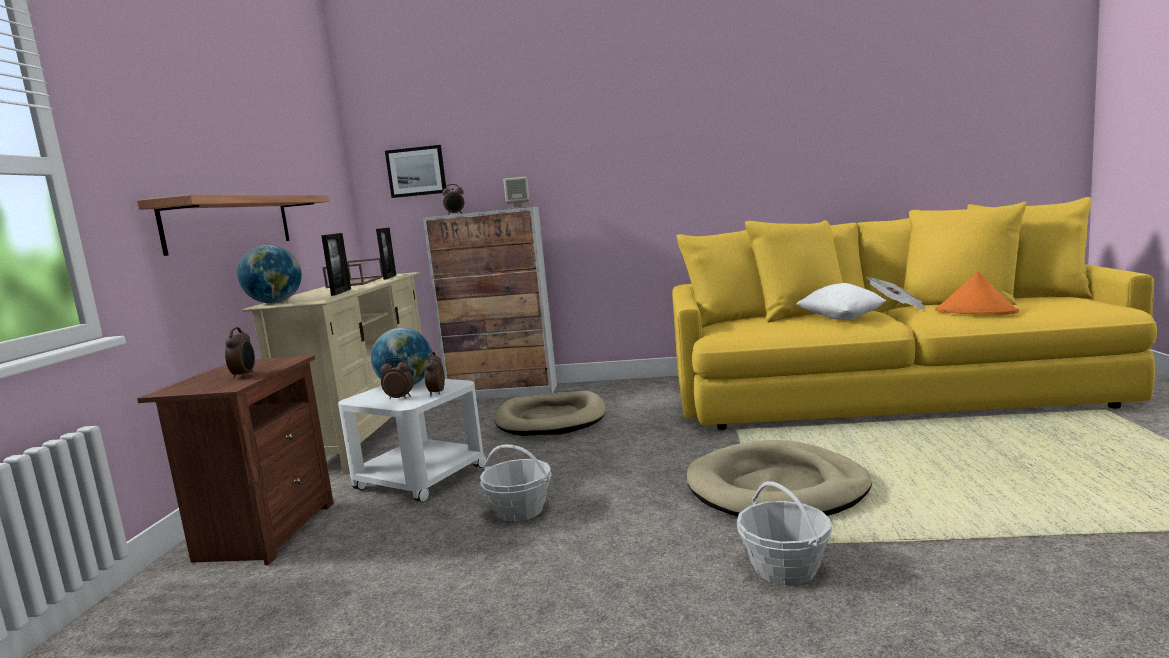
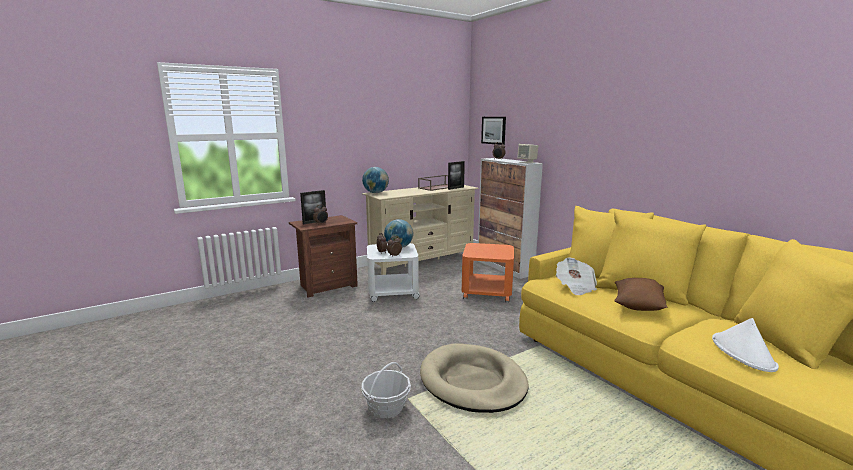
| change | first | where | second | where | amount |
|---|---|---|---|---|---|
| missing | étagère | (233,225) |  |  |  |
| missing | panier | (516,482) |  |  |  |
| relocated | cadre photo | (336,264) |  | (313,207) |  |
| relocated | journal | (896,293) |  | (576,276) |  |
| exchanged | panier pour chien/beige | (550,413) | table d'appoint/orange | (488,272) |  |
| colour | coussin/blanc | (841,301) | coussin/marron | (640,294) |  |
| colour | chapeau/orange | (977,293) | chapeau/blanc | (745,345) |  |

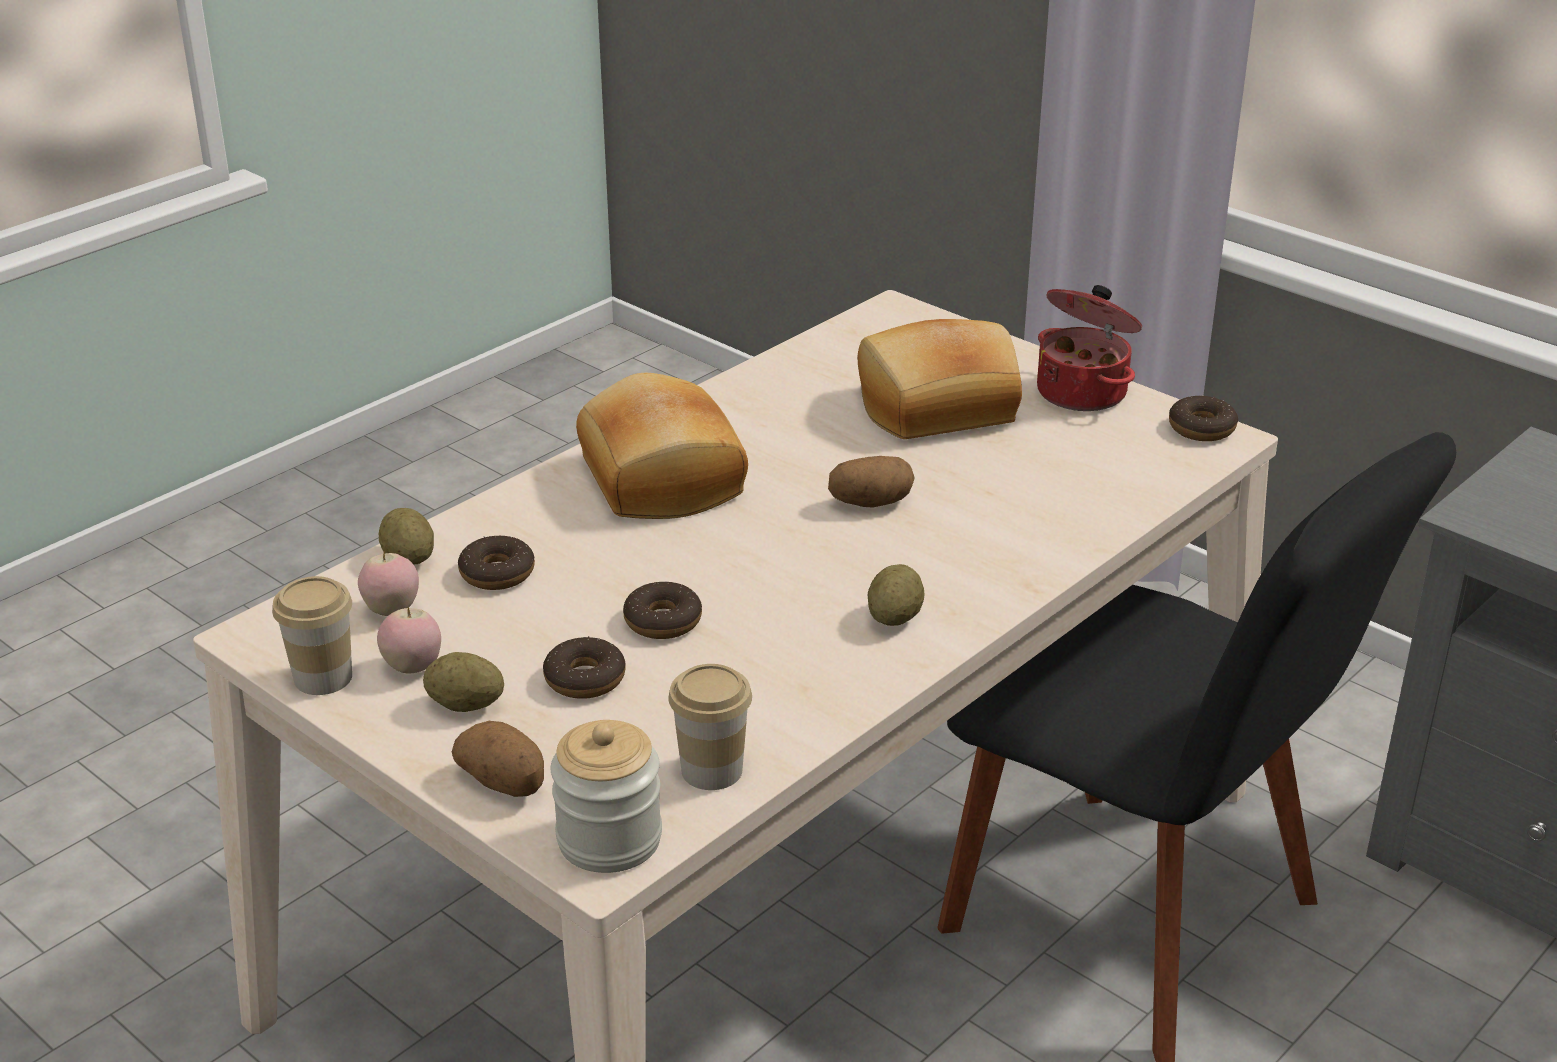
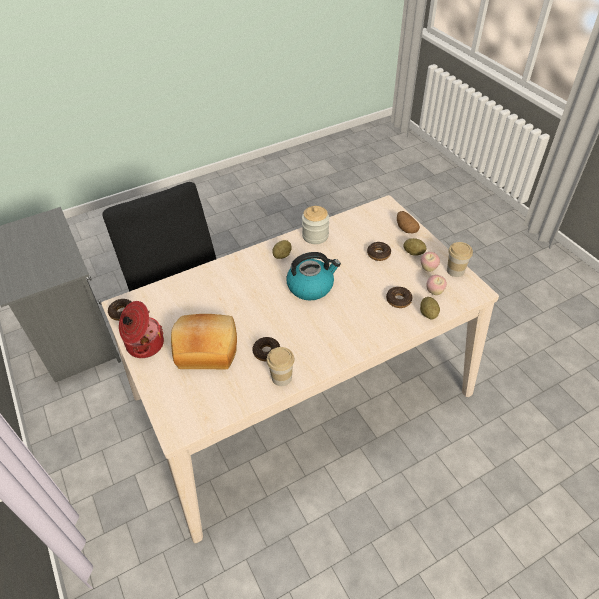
| change | first | where | second | where | amount |
|---|---|---|---|---|---|
| missing | pain | (662,446) |  |  |  |
| missing | pomme de terre | (871,481) |  |  |  |
| appeared |  |  | bouilloire | (313,276) |  |
| relocated | bocal | (606,796) |  | (315,225) |  |
| relocated | beignet | (662,610) |  | (266,349) |  |
| relocated | tasse | (710,727) |  | (280,366) |  |

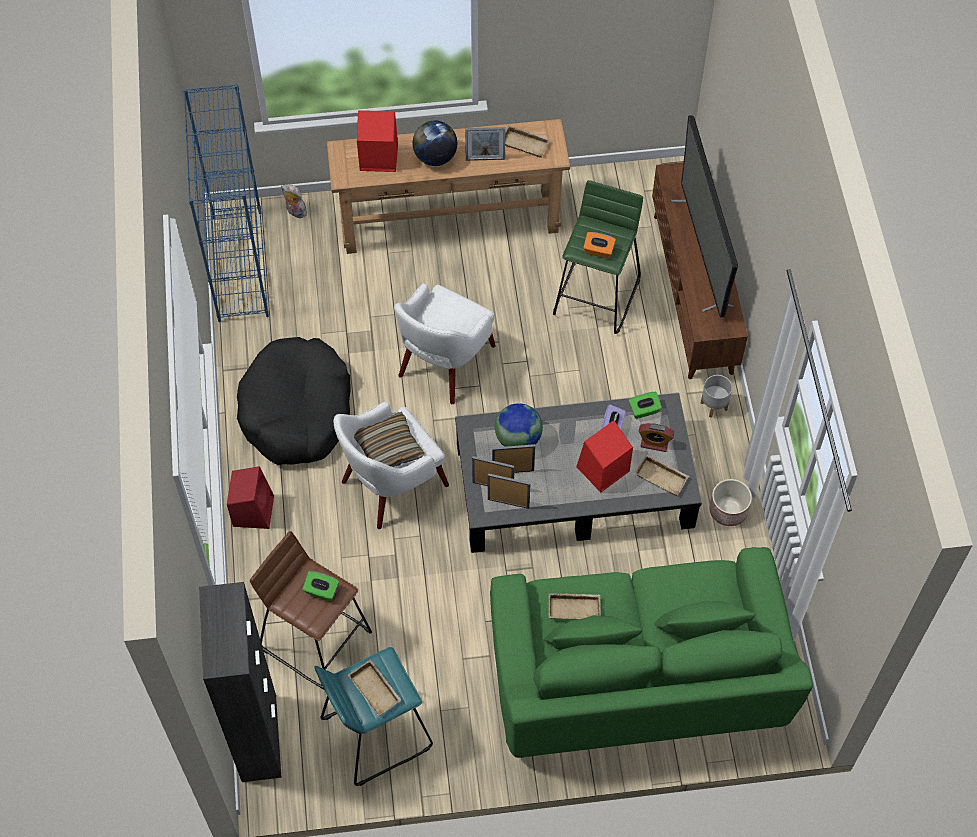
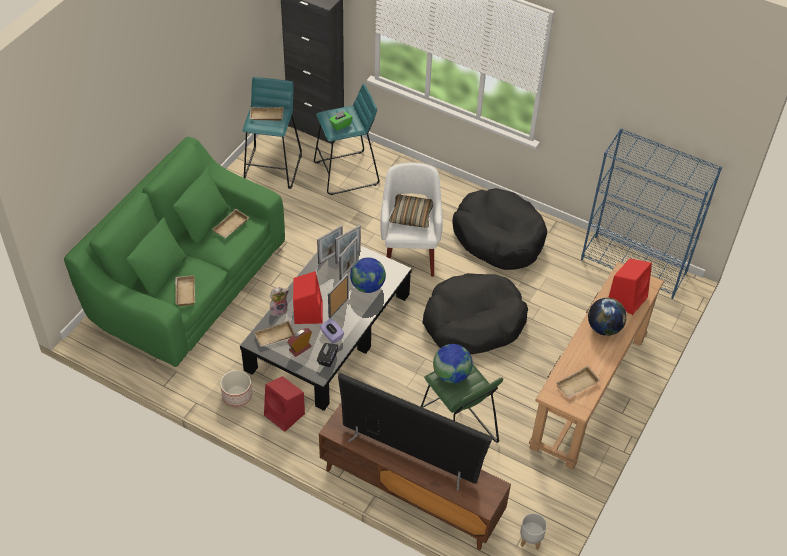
| change | first | where | second | where | amount |
|---|---|---|---|---|---|
| appeared |  |  | plateau/beige | (185,290) |  |
| relocated | enceinte/rouge | (250,497) |  | (284,404) |  |
| relocated | peluche | (294,201) |  | (279,301) |  |
| relocated | cadre photo | (485,144) |  | (338,296) |  |
| relocated | cache-pot/gris | (716,396) |  | (533,531) |  |
| exchanged | fauteuil/blanc | (445,343) | panier pour chien/noir | (475,313) |  |
| exchanged | boîte à mouchoirs/orange | (599,245) | globe | (453,363) |  |
| colour | tabouret/marron | (311,610) | tabouret/turquoise | (346,139) |  |
| colour | boîte à mouchoirs/vert | (645,405) | boîte à mouchoirs/noir | (327,355) |  |

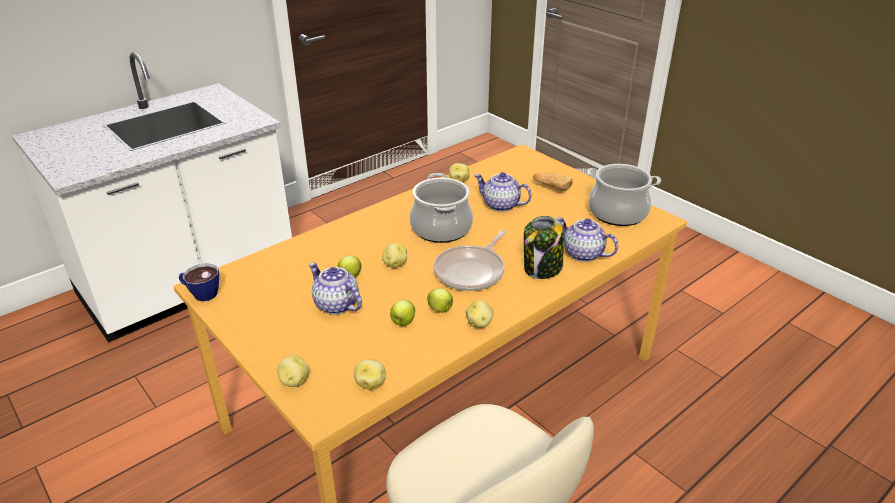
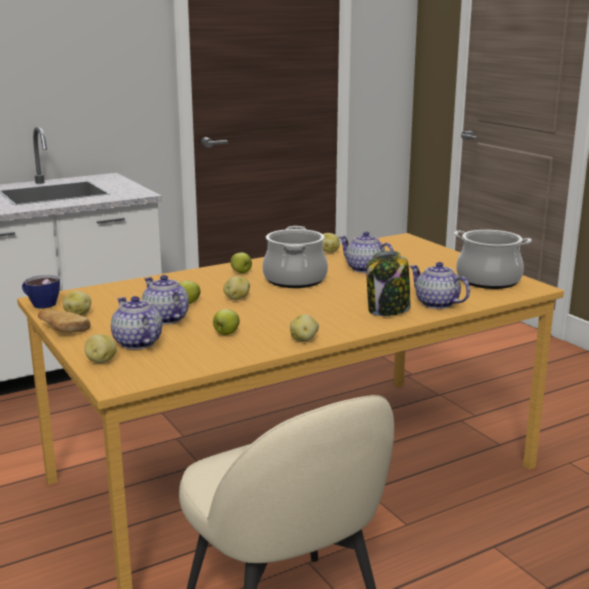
| change | first | where | second | where | amount |
|---|---|---|---|---|---|
| missing | poêle | (470,260) |  |  |  |
| appeared |  |  | théière | (136,323) |  |
| relocated | pomme de terre | (369,374) |  | (77,303) |  |
| relocated | pomme | (440,300) |  | (241,263) |  |
| relocated | pain | (552,182) |  | (64,321) |  |

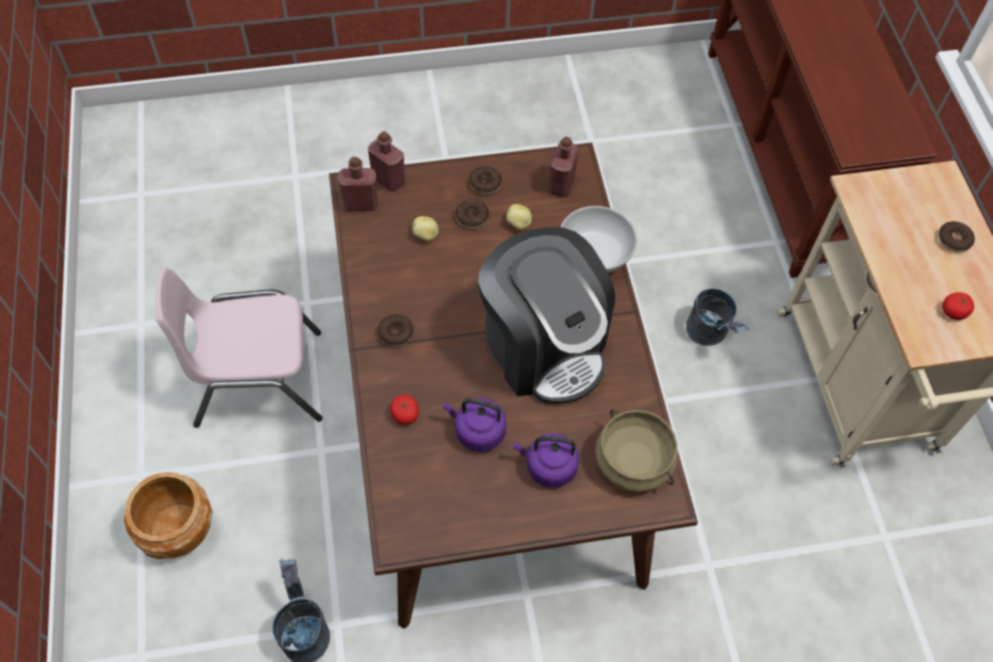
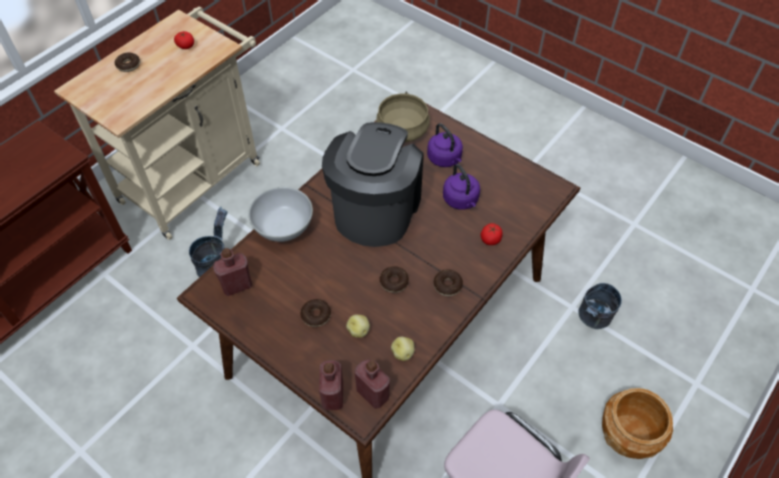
| change | first | where | second | where | amount |
|---|---|---|---|---|---|
| relocated | beignet | (485,180) |  | (394,279) |  |
| relocated | pomme de terre | (519,217) |  | (403,349) |  |

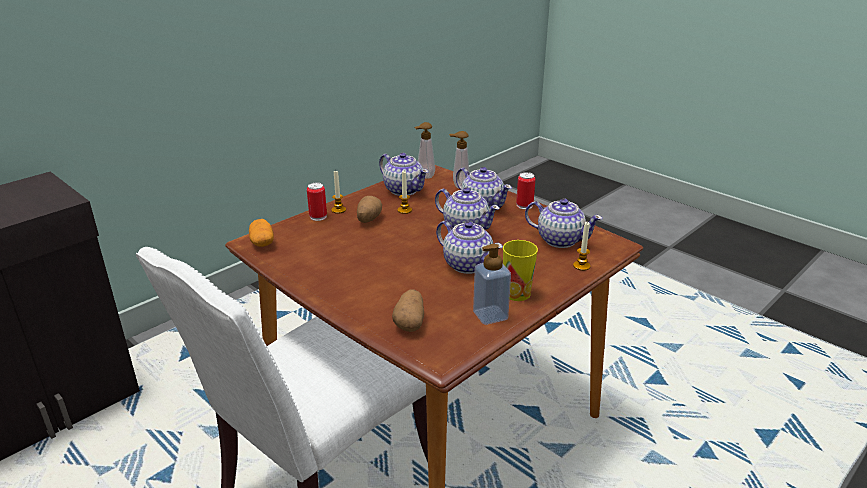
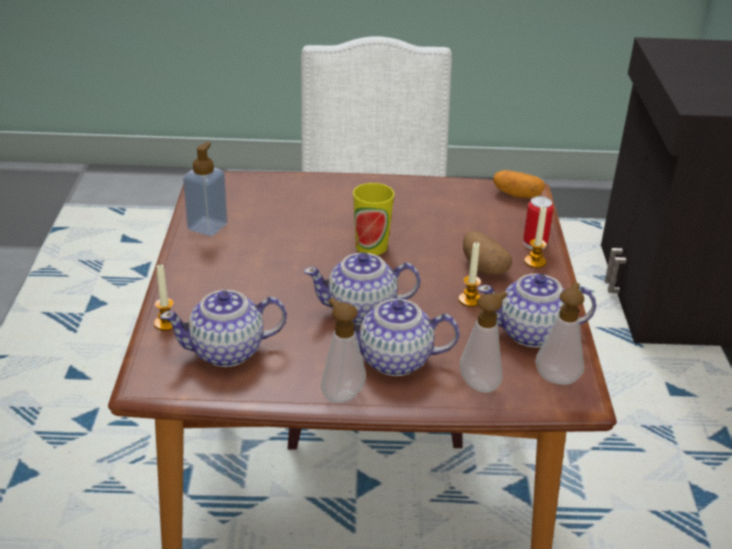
| change | first | where | second | where | amount |
|---|---|---|---|---|---|
| missing | pomme de terre | (408,310) |  |  |  |
| missing | théière | (469,247) |  |  |  |
| relocated | tasse | (520,270) |  | (373,219) |  |
| exchanged | boîte métallique | (525,190) | distributeur de savon | (343,350) |  |

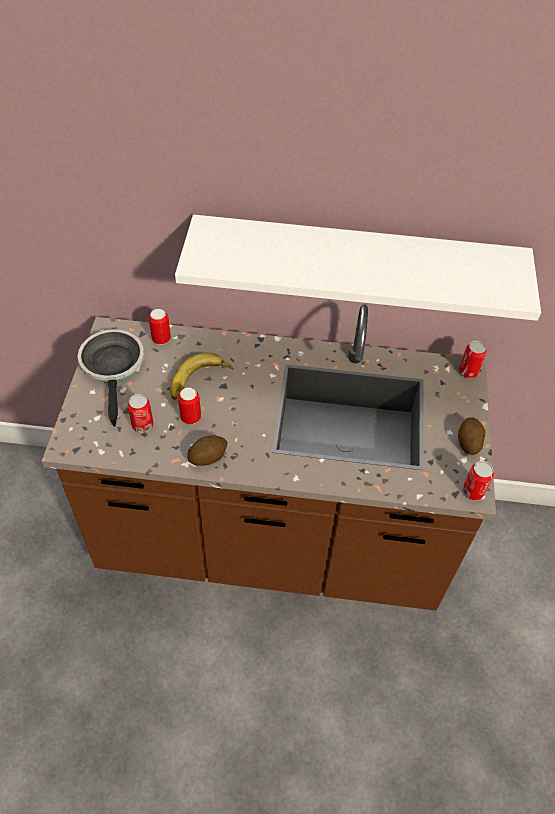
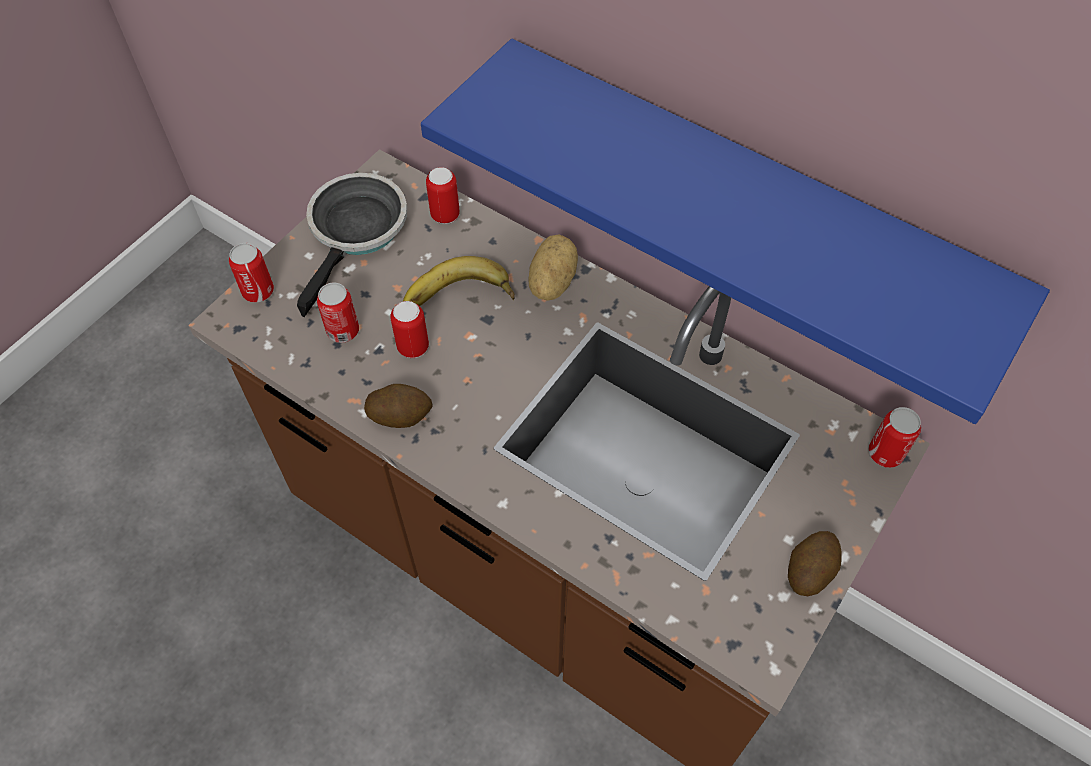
| change | first | where | second | where | amount |
|---|---|---|---|---|---|
| appeared |  |  | pomme de terre | (553,267) |  |
| relocated | boîte métallique | (478,480) |  | (251,273) |  |
| colour | étagère/blanc | (358,268) | étagère/bleu | (735,231) |  |

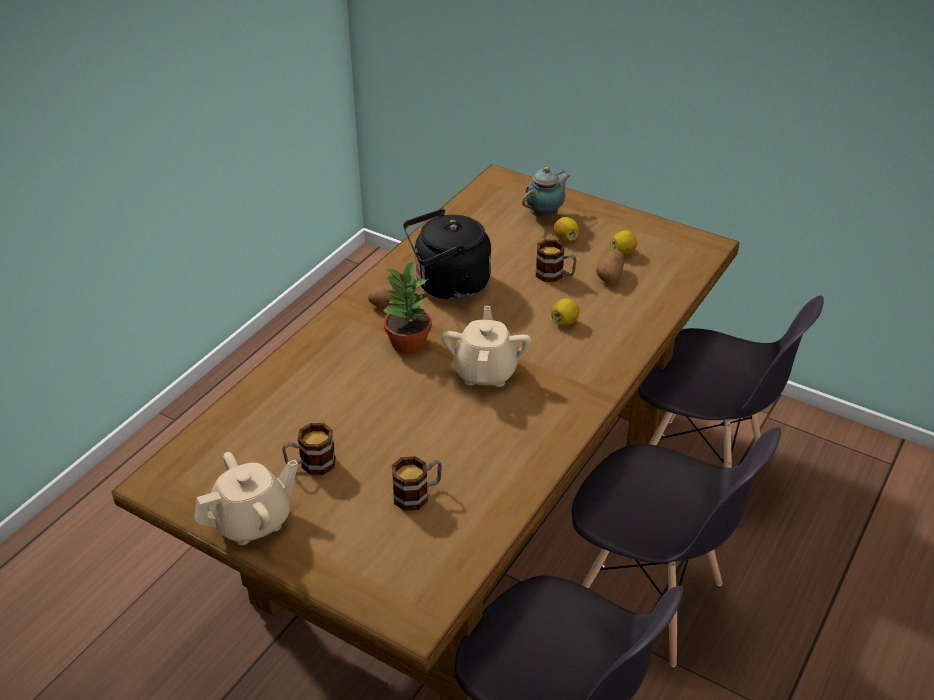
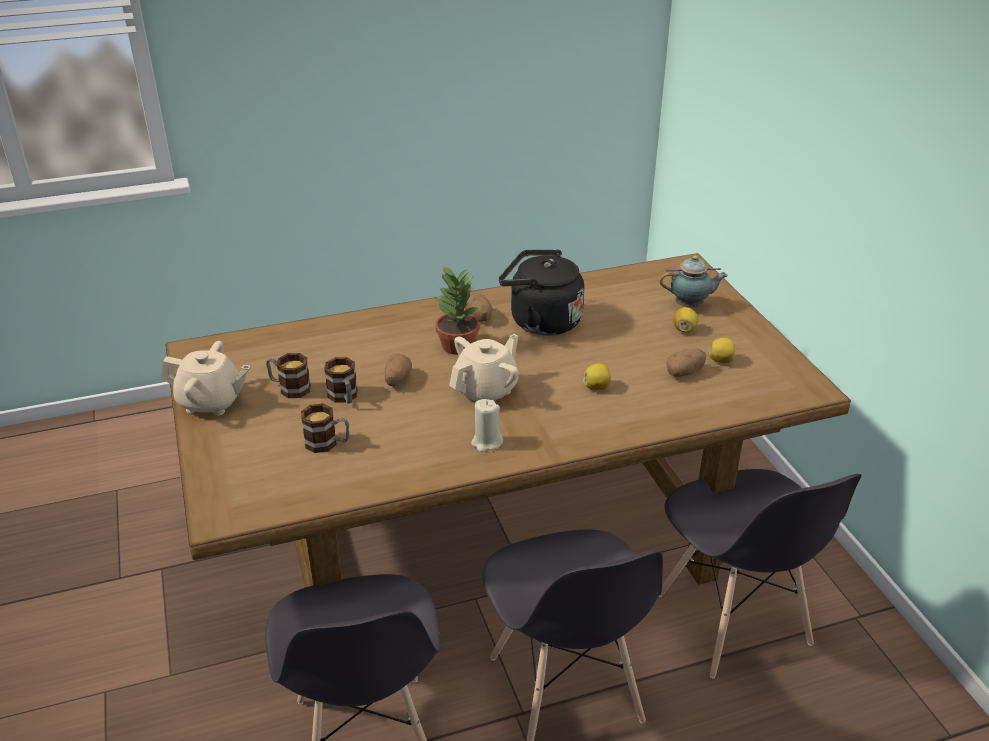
| change | first | where | second | where | amount |
|---|---|---|---|---|---|
| appeared |  |  | pomme de terre | (398,370) |  |
| appeared |  |  | bougie/beige | (487,425) |  |
| relocated | mug | (556,260) |  | (341,380) |  |

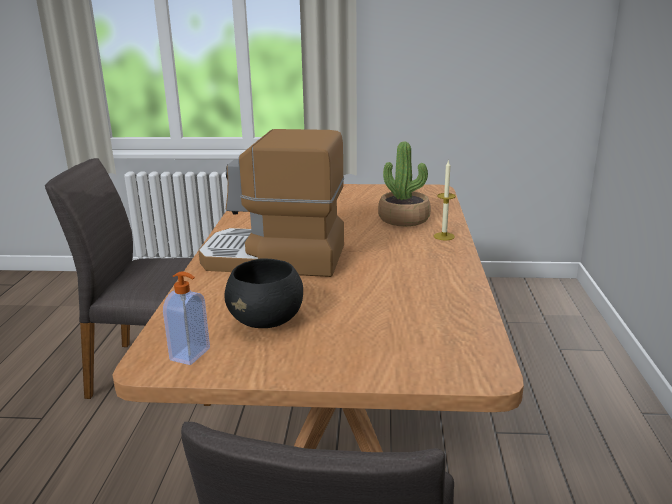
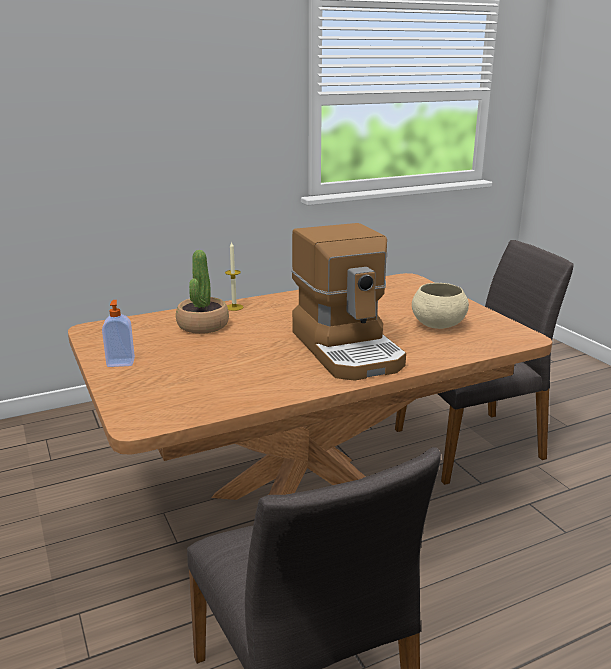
| change | first | where | second | where | amount |
|---|---|---|---|---|---|
| relocated | distributeur de savon | (186,318) |  | (118,333) |  |
| colour | bol/noir | (263,293) | bol/beige | (440,306) |  |

